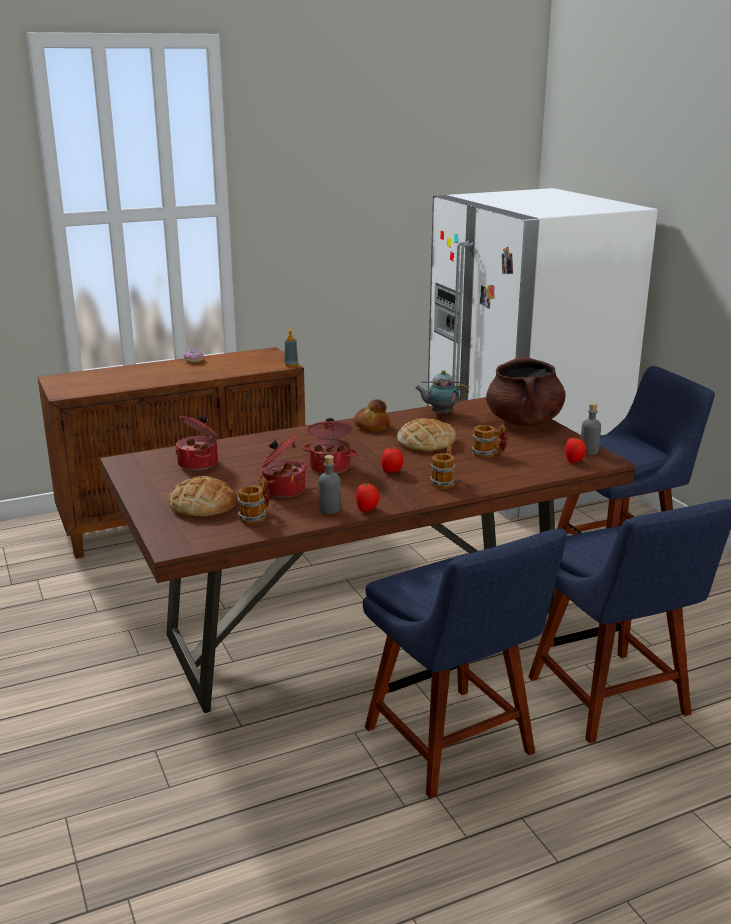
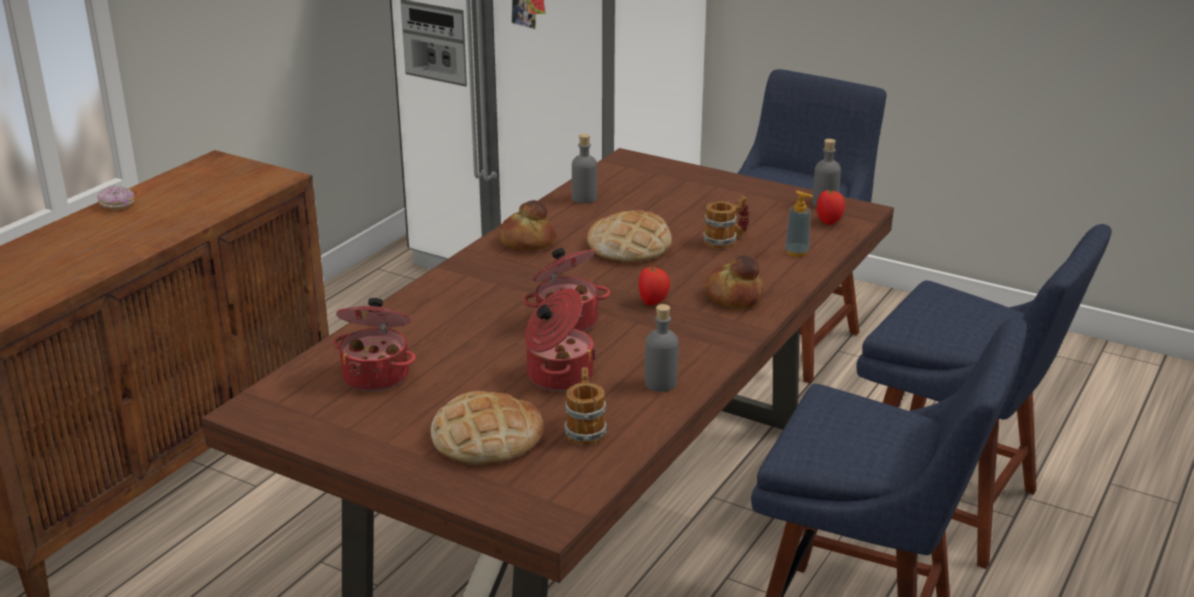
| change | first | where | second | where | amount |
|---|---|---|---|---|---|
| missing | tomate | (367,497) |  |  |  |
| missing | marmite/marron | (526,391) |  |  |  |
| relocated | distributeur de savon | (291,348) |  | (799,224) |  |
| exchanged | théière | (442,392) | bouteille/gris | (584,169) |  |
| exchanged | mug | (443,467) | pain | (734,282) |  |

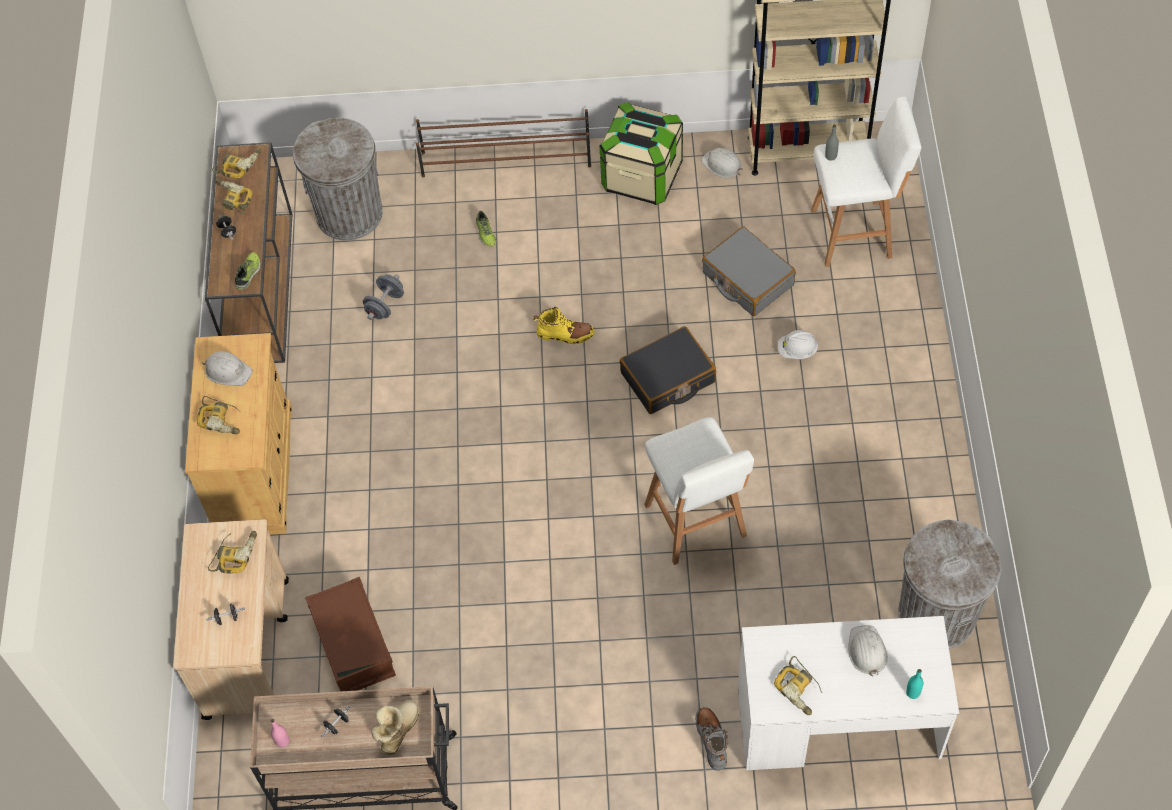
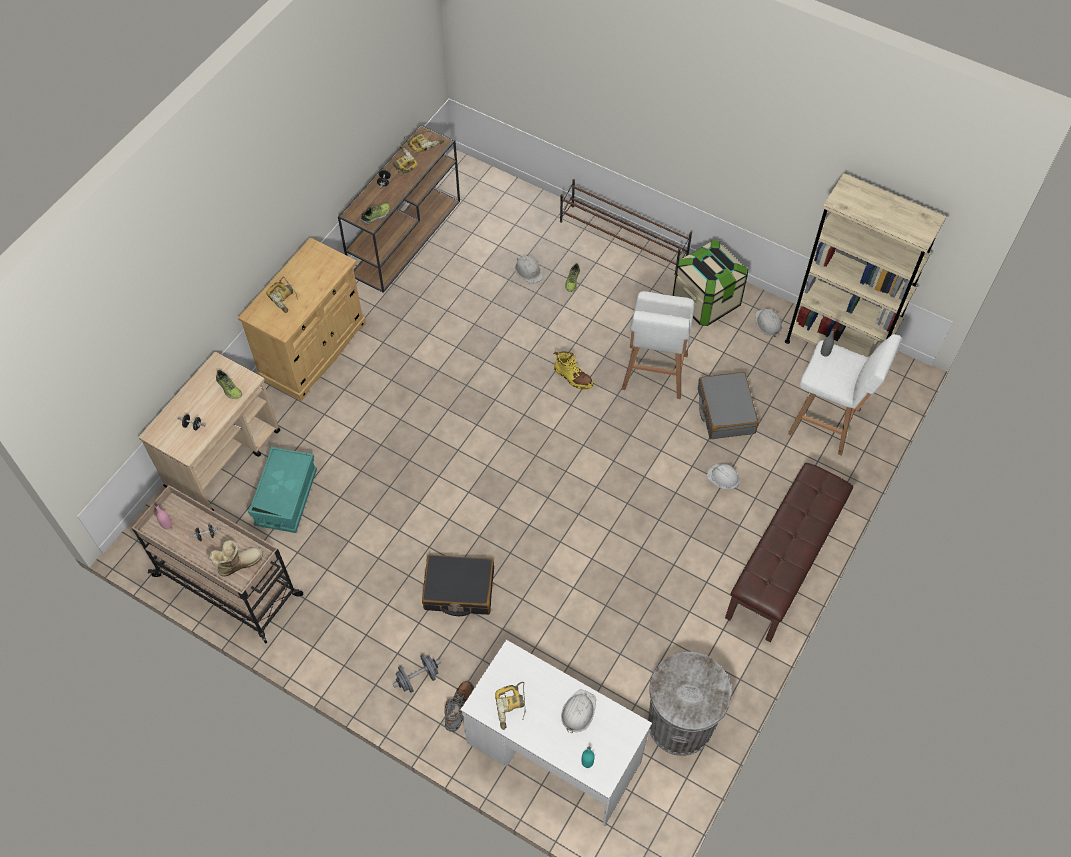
| change | first | where | second | where | amount |
|---|---|---|---|---|---|
| missing | poubelle/gris | (337,179) |  |  |  |
| appeared |  |  | banc/marron | (789,552) |  |
| relocated | casque de chantier/blanc | (227,368) |  | (529,270) |  |
| relocated | haltère/gris | (383,297) |  | (417,673) |  |
| relocated | valise/noir | (668,370) |  | (458,585) |  |
| relocated | tabouret/blanc | (699,491) |  | (658,345) |  |
| exchanged | perceuse | (232,552) | chaussure | (229,384) |  |
| colour | boîte de rangement/marron | (350,634) | boîte de rangement/turquoise | (282,490) |  |

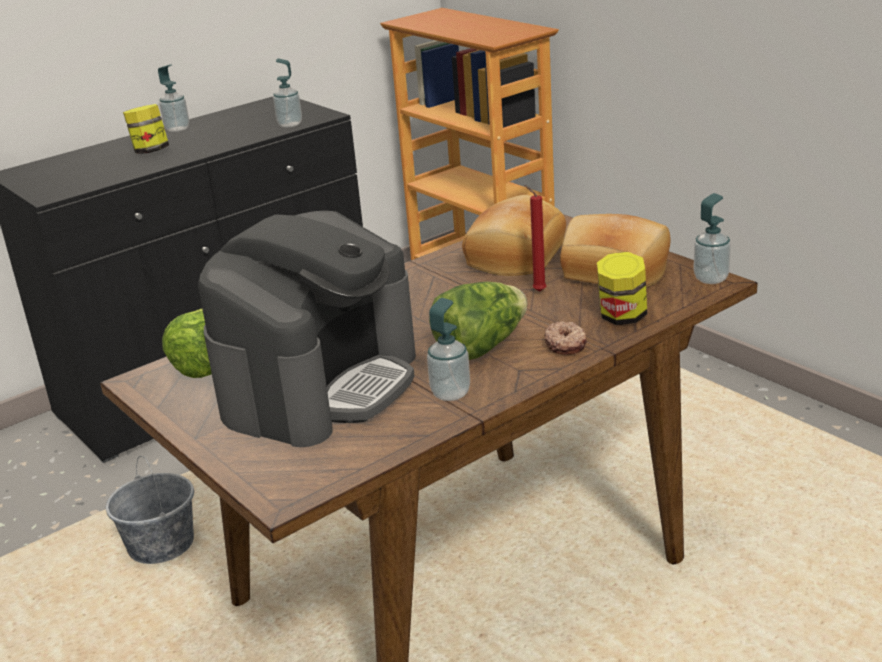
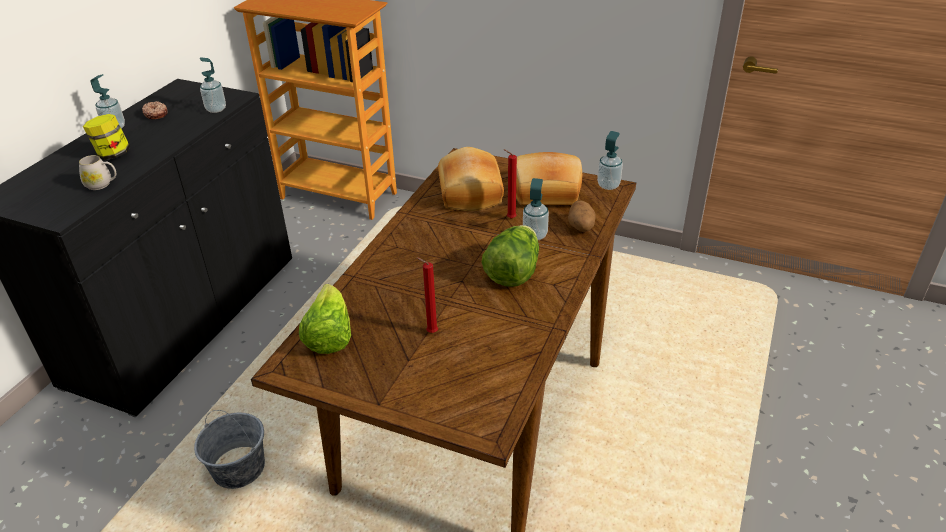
| change | first | where | second | where | amount |
|---|---|---|---|---|---|
| appeared |  |  | mug/blanc | (97,172) |  |
| relocated | distributeur de savon | (448,349) |  | (536,209) |  |
| relocated | beignet | (566,338) |  | (155,110) |  |
| exchanged | machine à café | (307,329) | bougie/rouge | (427,295) |  |
| exchanged | bocal | (622,288) | pomme de terre | (582,216) |  |

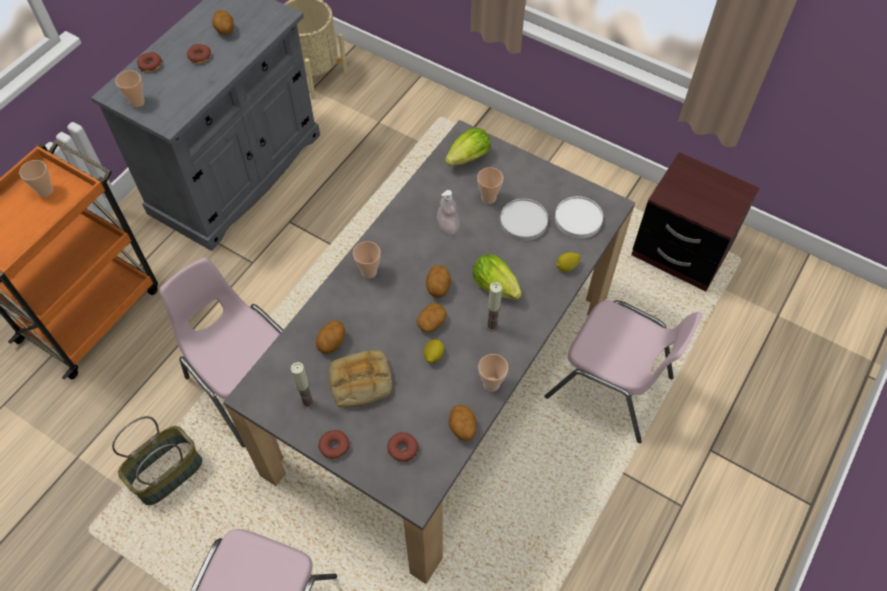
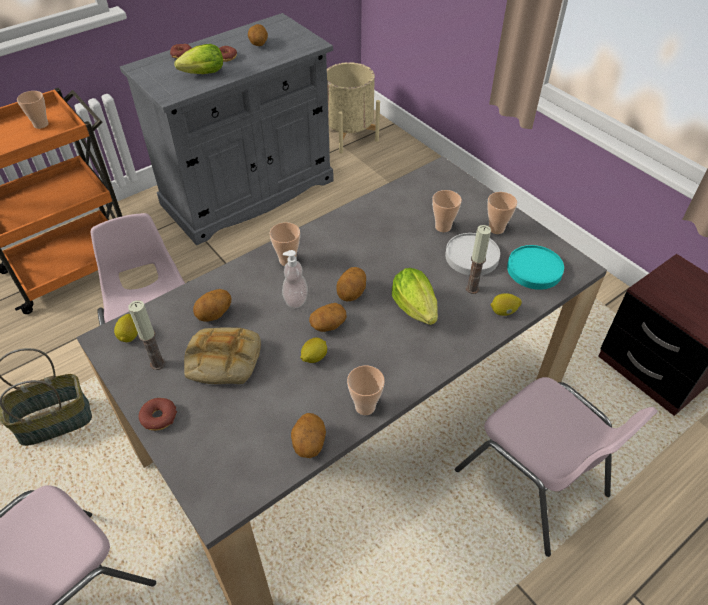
| change | first | where | second | where | amount |
|---|---|---|---|---|---|
| missing | beignet | (403,447) |  |  |  |
| appeared |  |  | citron | (126,328) |  |
| relocated | tasse | (130,88) |  | (502,213) |  |
| relocated | distributeur de savon | (448,212) |  | (295,279) |  |
| relocated | laitue | (468,147) |  | (199,59) |  |
| relocated | bougie | (494,307) |  | (478,259) |  |
| colour | assiette/blanc | (579,217) | assiette/turquoise | (535,267) |  |

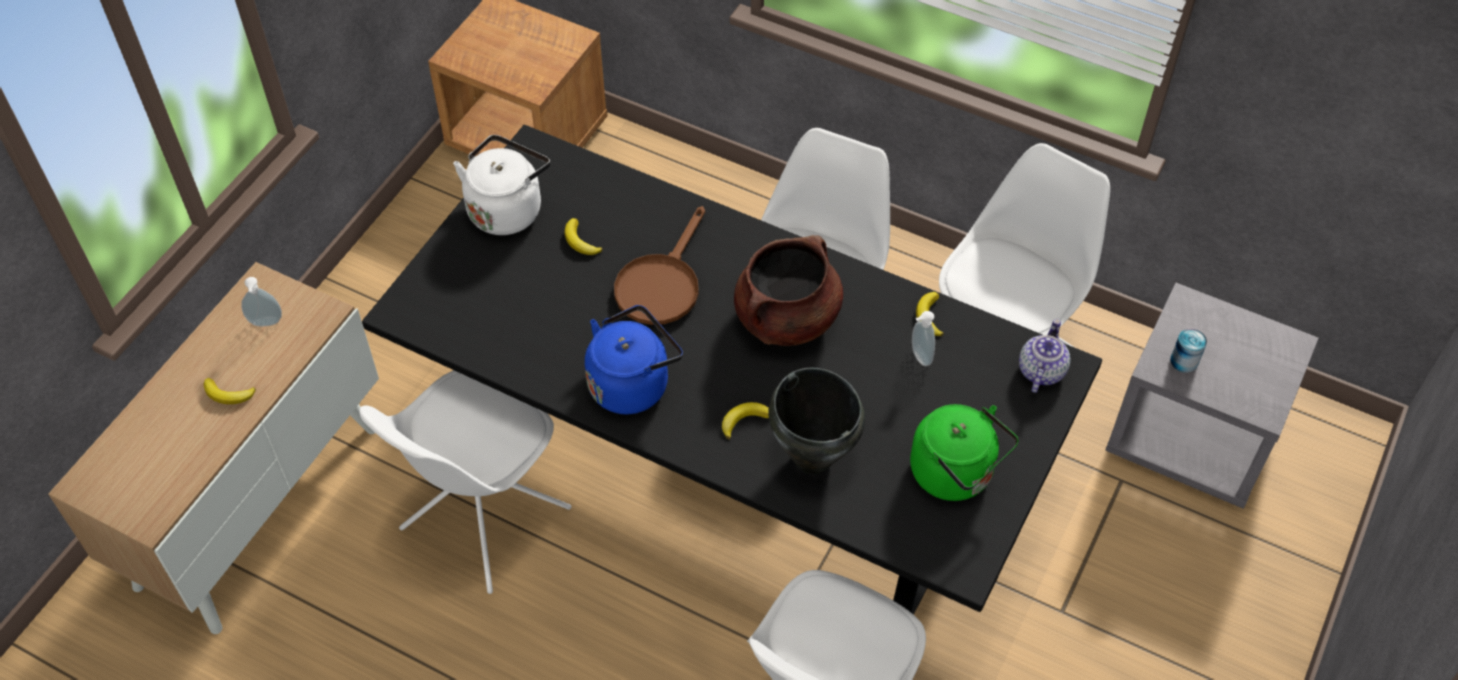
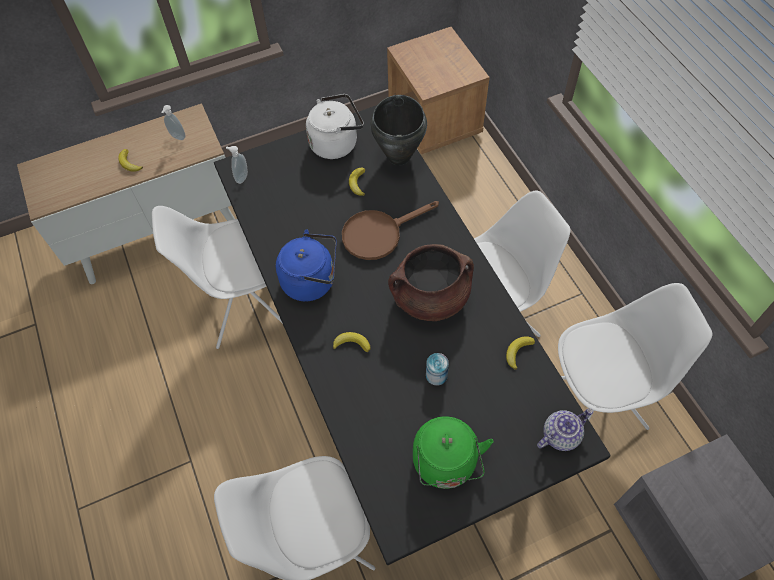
| change | first | where | second | where | amount |
|---|---|---|---|---|---|
| relocated | marmite/noir | (816,421) |  | (398,130) |  |
| relocated | distributeur de savon | (923,338) |  | (237,165) |  |
| relocated | boîte métallique | (1188,350) |  | (437,369) |  |

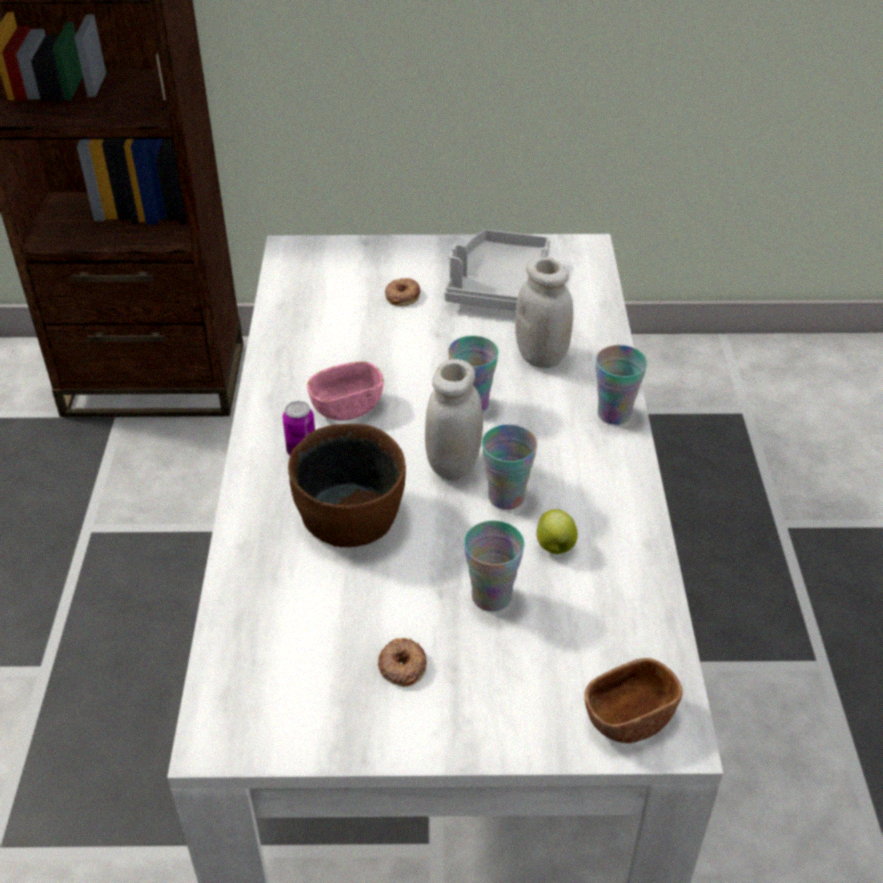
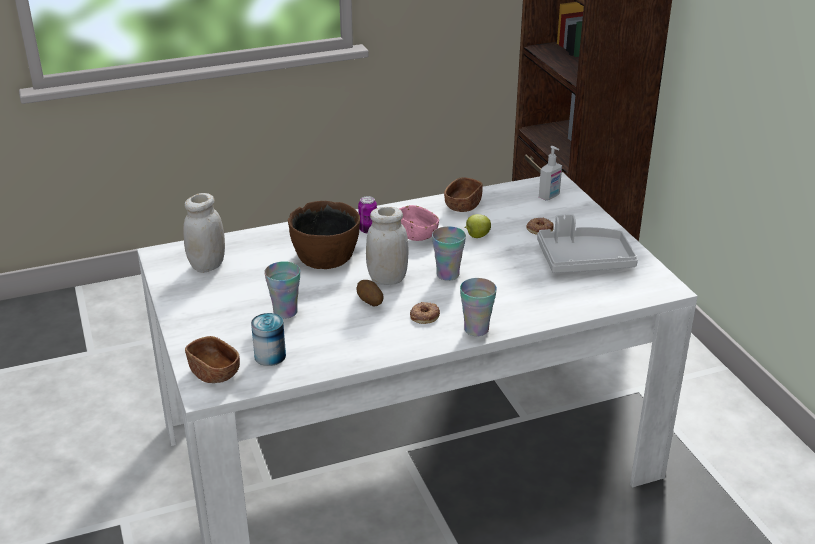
| change | first | where | second | where | amount |
|---|---|---|---|---|---|
| appeared |  |  | boîte métallique | (268,339) |  |
| appeared |  |  | bol/marron | (463,194) |  |
| appeared |  |  | distributeur de savon | (550,173) |  |
| relocated | beignet | (402,662) |  | (425,313) |  |
| relocated | bocal/blanc | (544,312) |  | (204,233) |  |
| relocated | pomme | (557,531) |  | (478,226) |  |
| exchanged | tasse | (509,467) | pomme de terre | (370,293) |  |

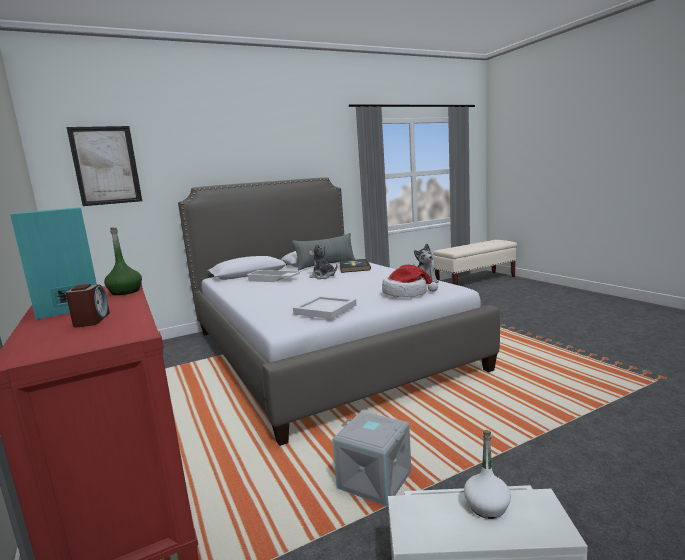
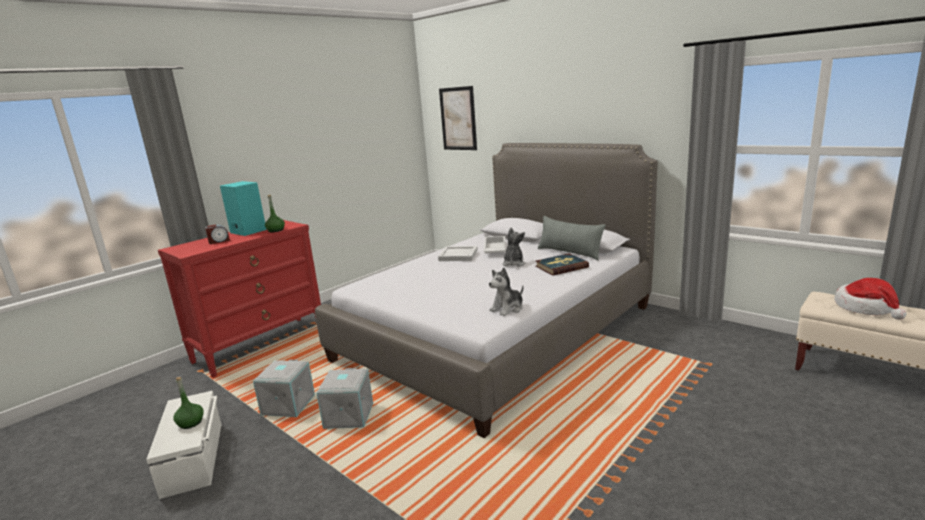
| change | first | where | second | where | amount |
|---|---|---|---|---|---|
| appeared |  |  | boîte de rangement/gris | (344,398) |  |
| relocated | plateau/blanc | (324,307) |  | (458,253) |  |
| relocated | chapeau | (410,281) |  | (870,299) |  |
| colour | bouteille/blanc | (487,474) | bouteille/vert | (189,403) |  |

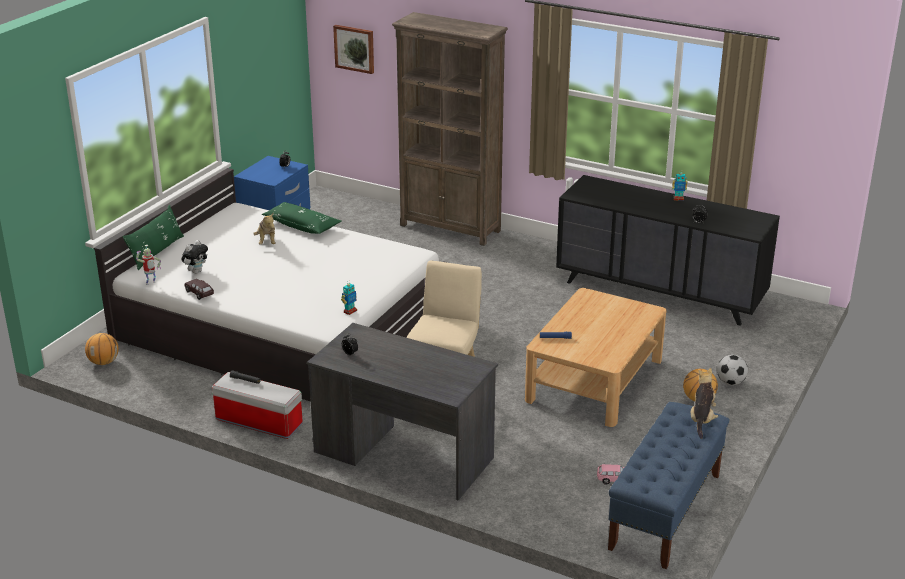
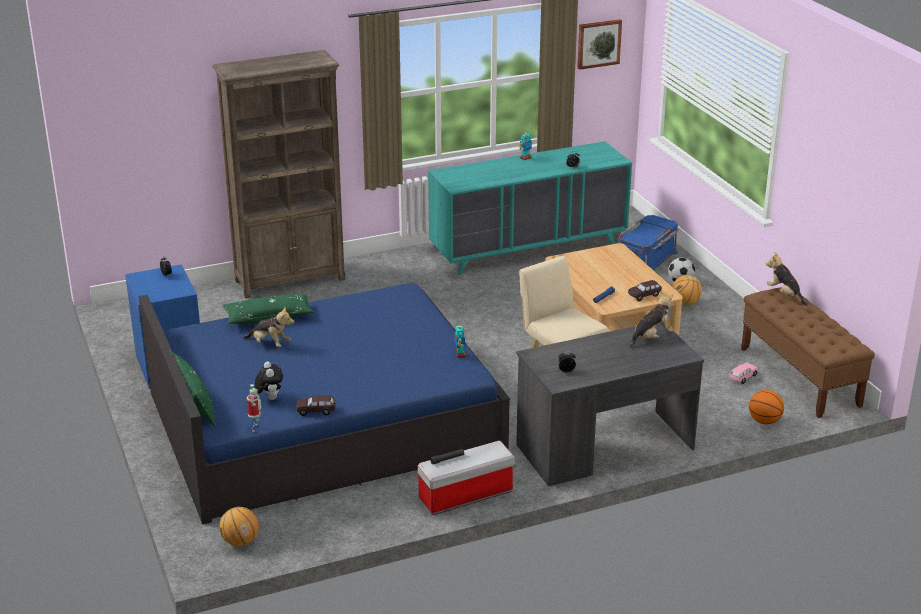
| change | first | where | second | where | amount |
|---|---|---|---|---|---|
| appeared |  |  | boîte de rangement/bleu | (648,242) |  |
| appeared |  |  | petite voiture/marron | (645,290) |  |
| appeared |  |  | peluche | (651,319) |  |
| appeared |  |  | ballon de basket | (766,407) |  |
| relocated | tableau | (353,49) |  | (599,44) |  |
| colour | lit/blanc | (271,285) | lit/bleu | (324,403) |  |
| colour | commode/noir | (668,250) | commode/turquoise | (530,208) |  |
| colour | banc/bleu | (668,485) | banc/marron | (808,352) |  |

